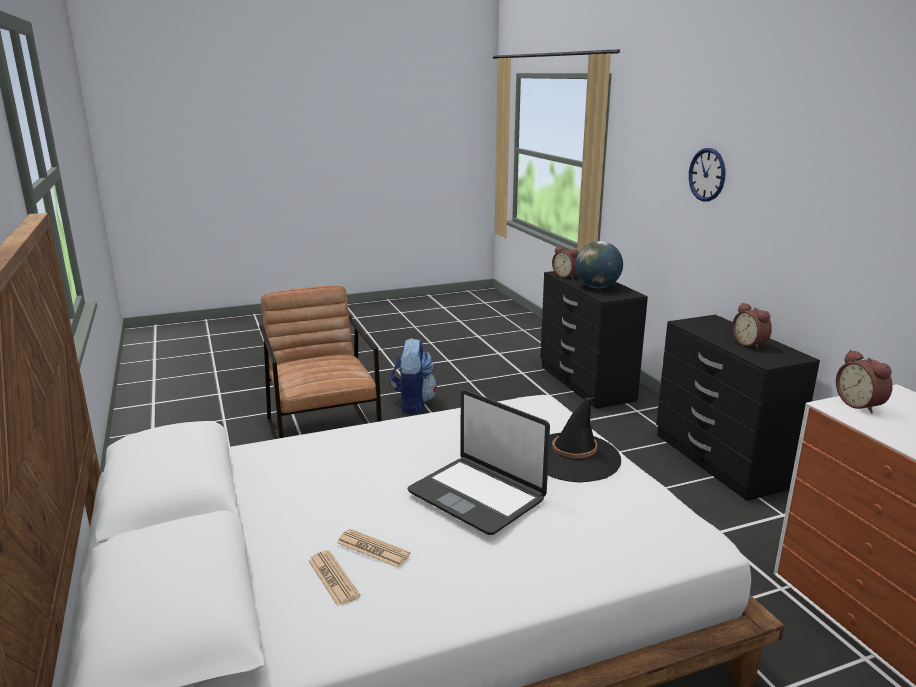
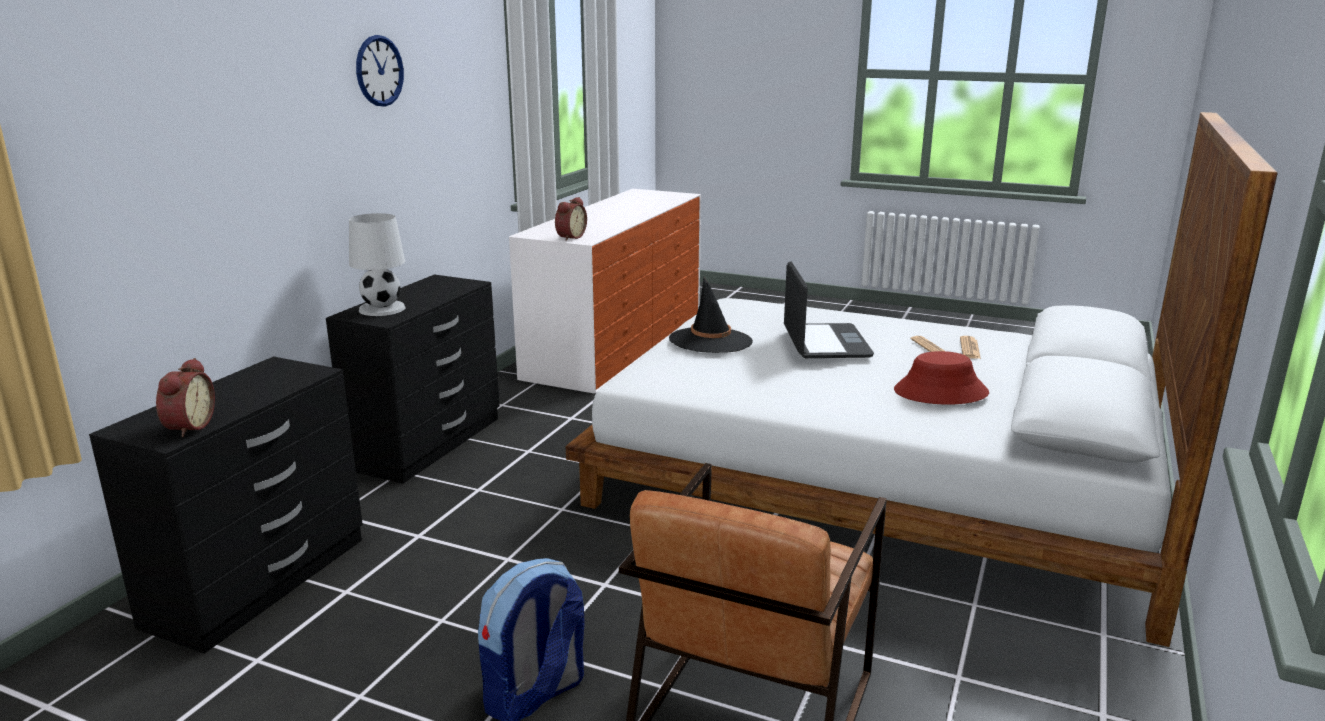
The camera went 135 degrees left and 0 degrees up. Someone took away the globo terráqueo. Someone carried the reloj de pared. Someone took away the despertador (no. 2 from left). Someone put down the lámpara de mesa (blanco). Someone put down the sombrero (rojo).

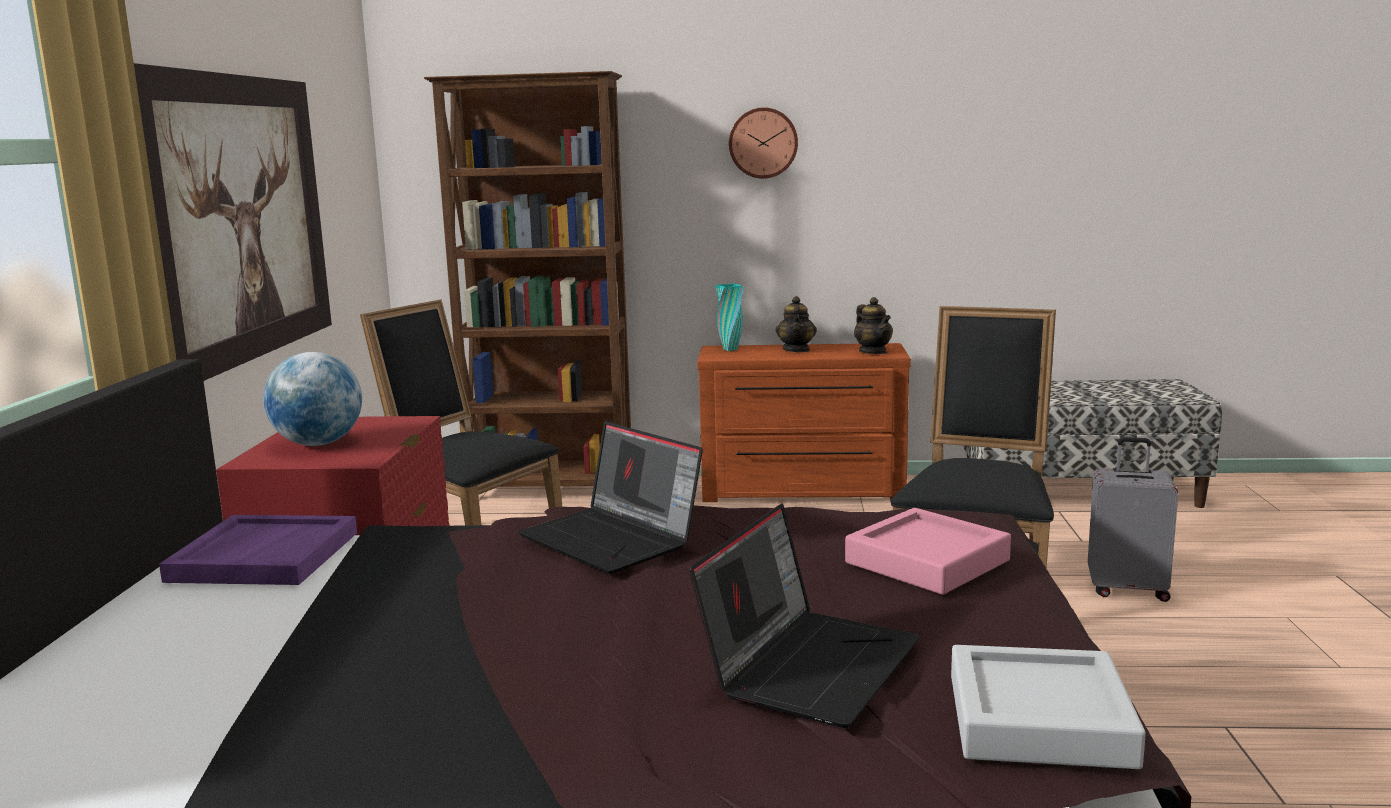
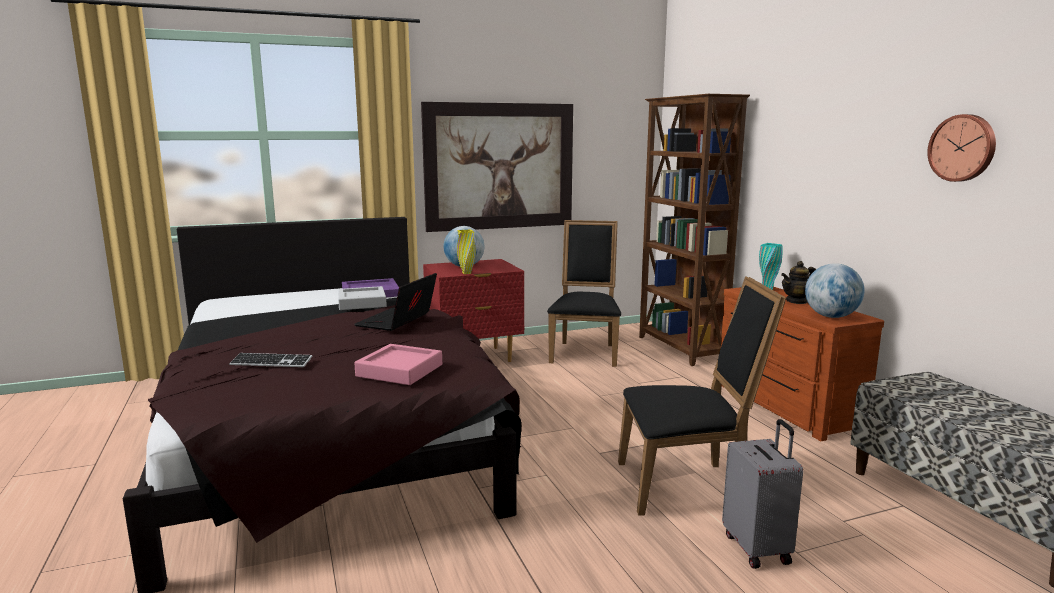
The camera went 65 degrees right and 0 degrees up. Someone swapped the portátil (no. 2 from left) for the teclado. Someone carried the reloj de pared. Someone swapped the tetera (no. 2 from left) for the globo terráqueo (no. 2 from left). Someone carried the bandeja (gris). Someone put down the florero (amarillo).

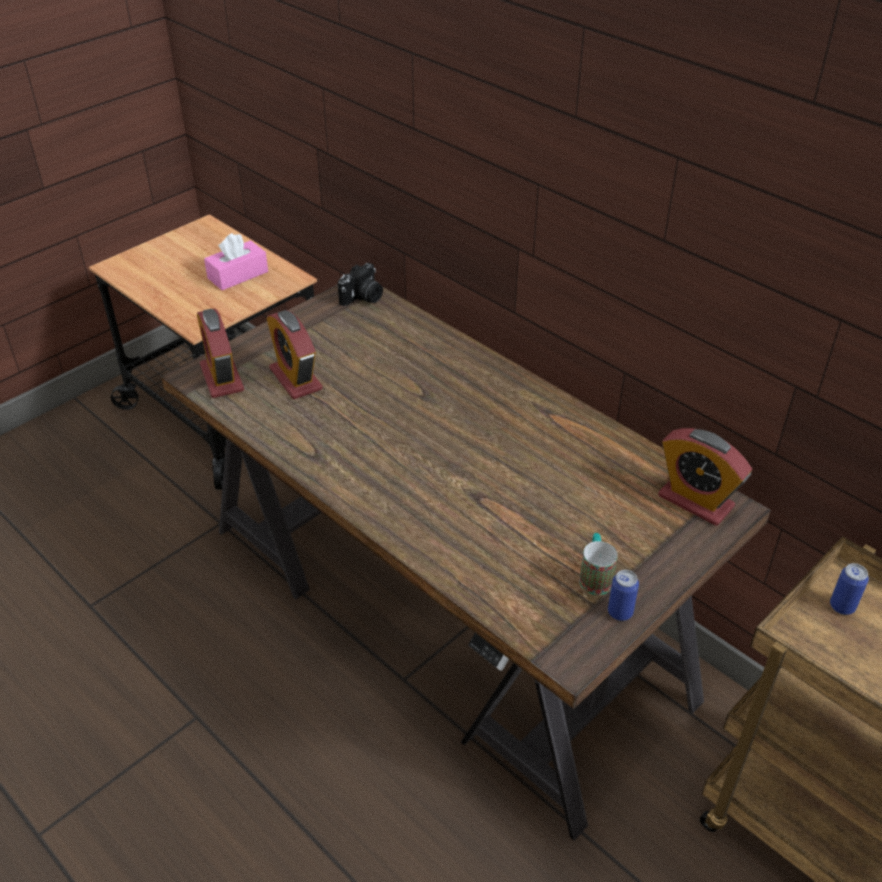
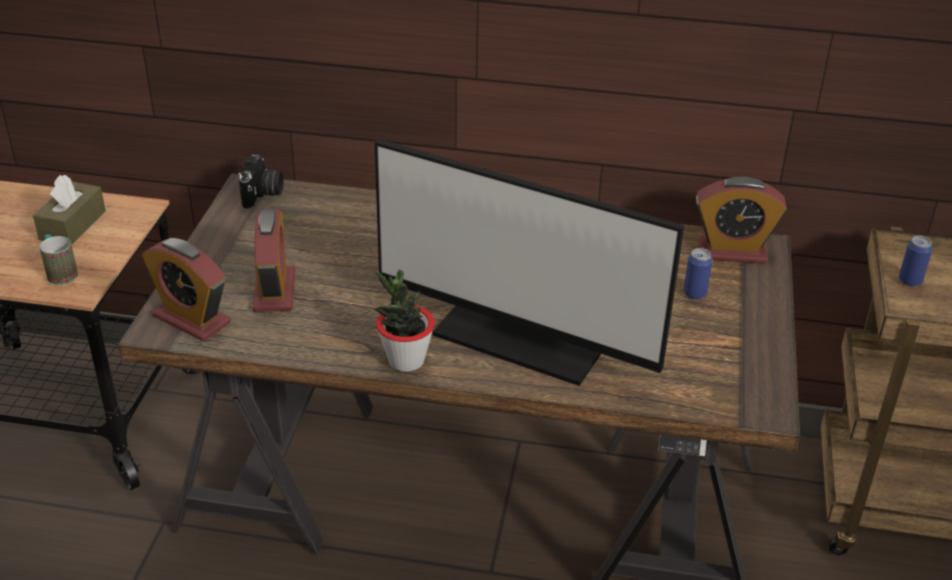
The camera went 35 degrees left and 5 degrees down. Someone repainted the caja de pañuelos (rosa), which became the caja de pañuelos (marrón). Someone rotated the despertador (no. 2 from left) by 120 degrees counterclockwise. Someone carried the taza grande. Someone carried the lata (no. 1 from left). Someone put down the planta en maceta. Someone put down the monitor.

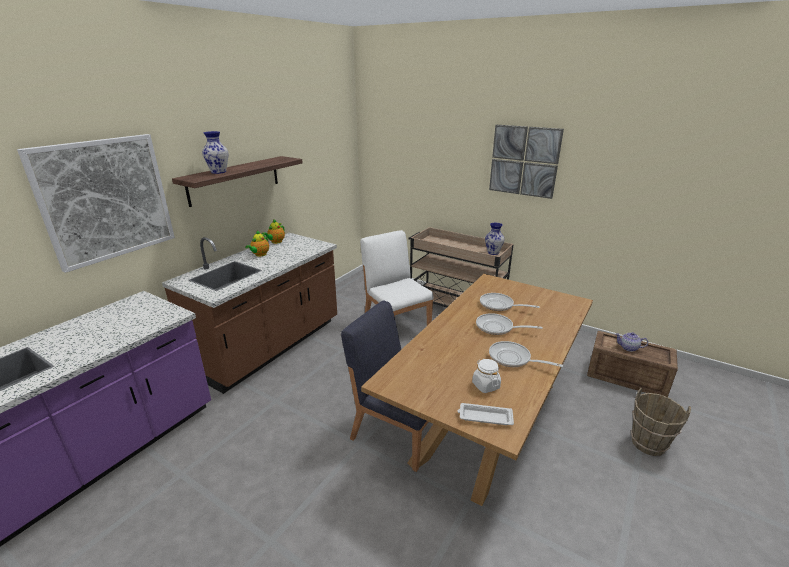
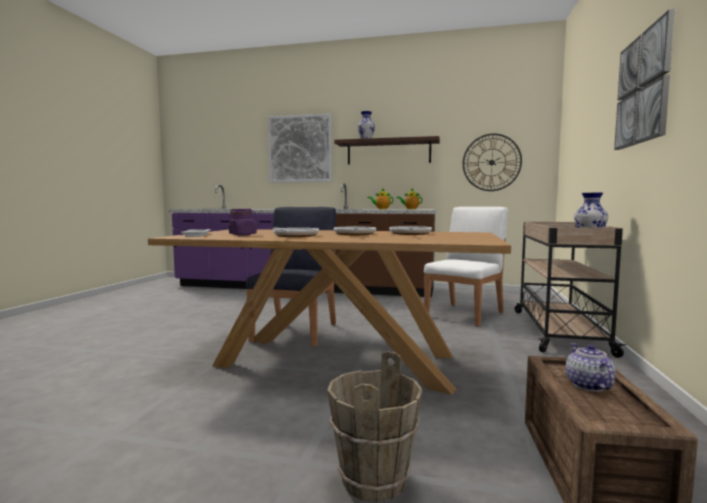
The camera went 70 degrees right and 20 degrees down. Someone repainted the tarro (blanco), which became the tarro (morado). Someone put up the reloj de pared.

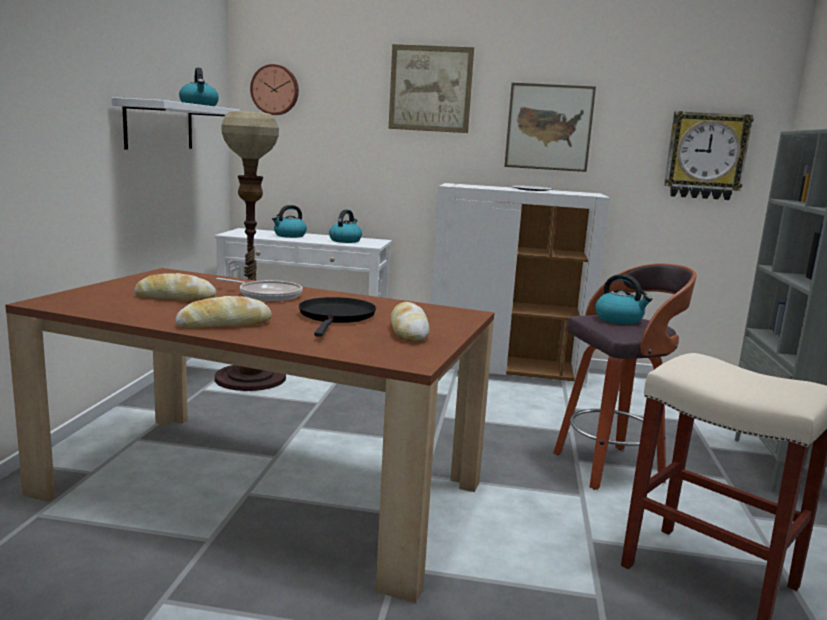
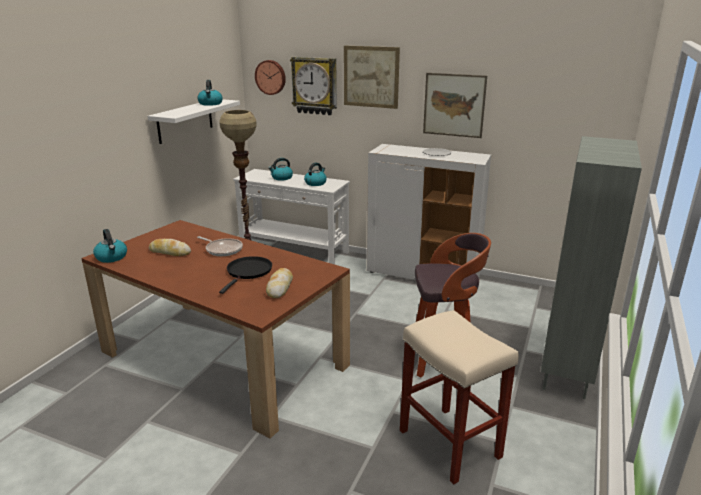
The camera went 15 degrees right and 10 degrees up. Someone took away the pan (no. 2 from left). Someone carried the hervidor (no. 4 from left in the first image). Someone carried the reloj de pared (no. 2 from left).

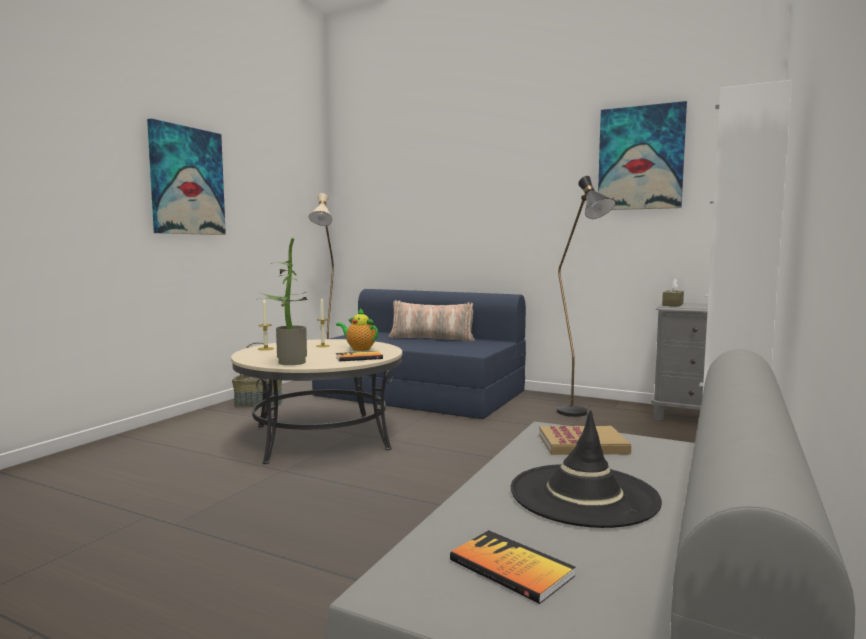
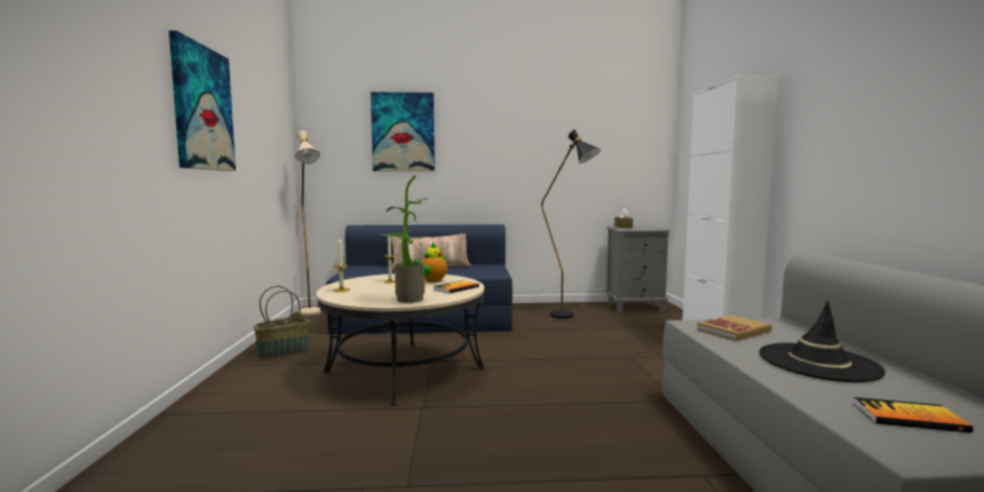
The camera went 30 degrees left and 0 degrees up. Someone rotated the tetera by 60 degrees counterclockwise. Someone carried the cuadro (no. 2 from left).

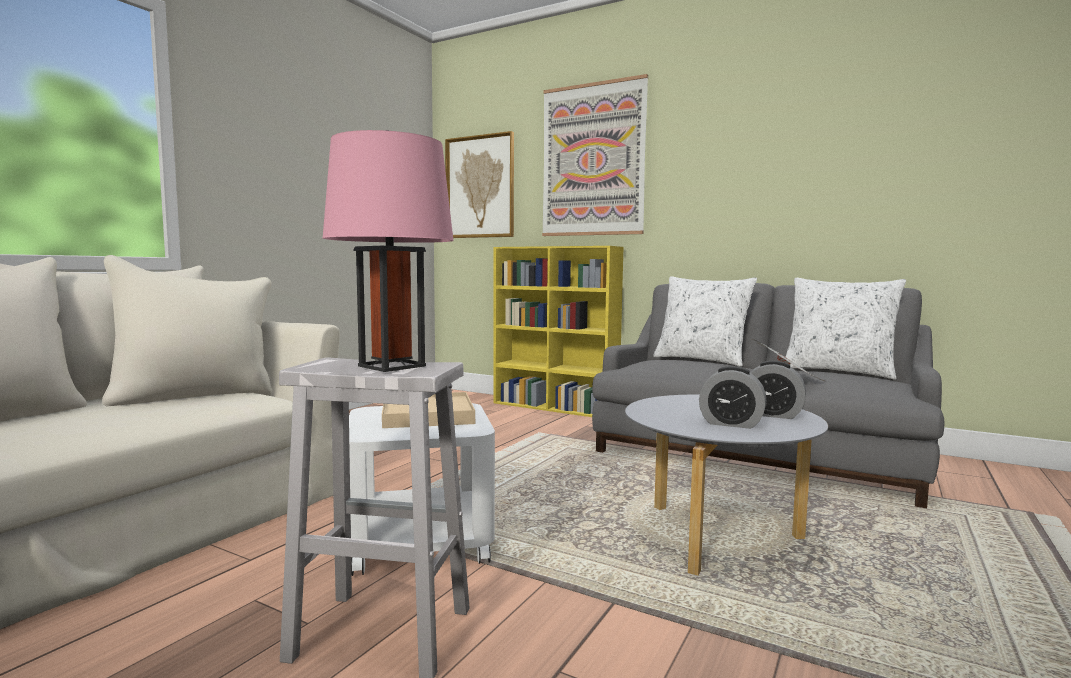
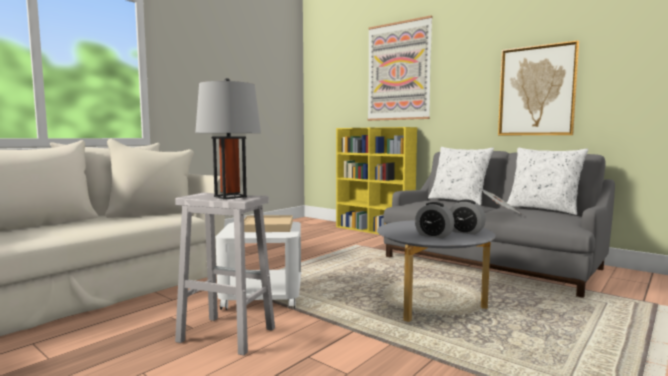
The camera went 10 degrees right and 0 degrees up. Someone repainted the lámpara de mesa (rosa), which became the lámpara de mesa (gris). Someone carried the cuadro (no. 1 from left in the first image).

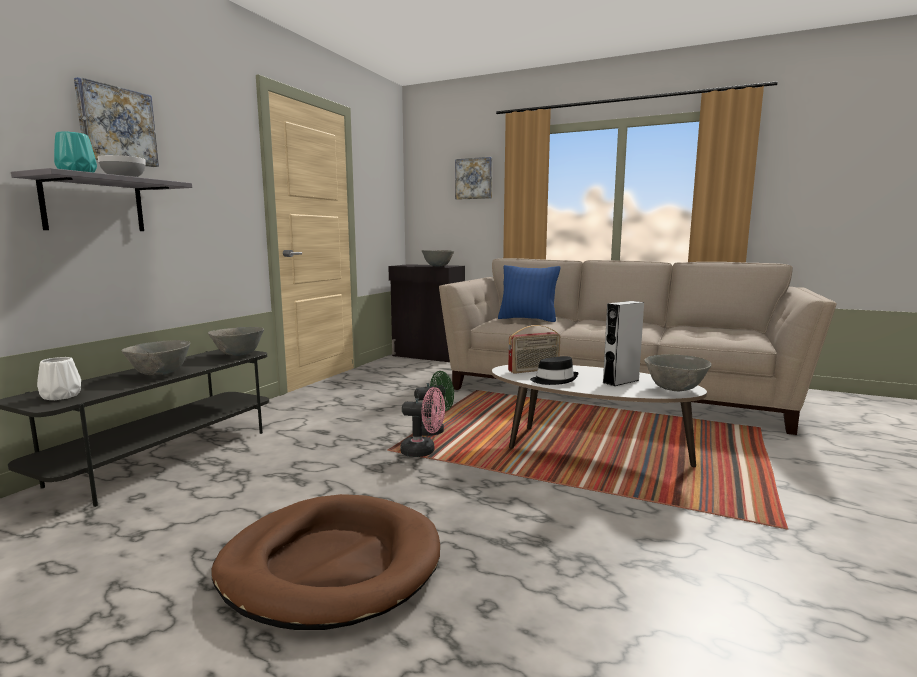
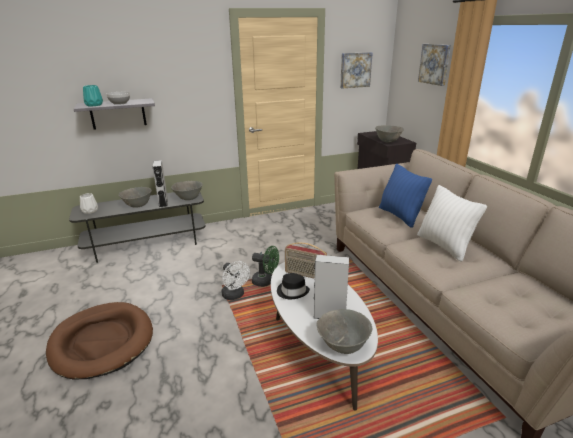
The camera went 45 degrees right and 15 degrees up. Someone carried the cuadro (no. 1 from left). Someone repainted the ventilador (rosa), which became the ventilador (blanco). Someone put down the altavoz (gris) (no. 1 from left). Someone put down the cojín (blanco).

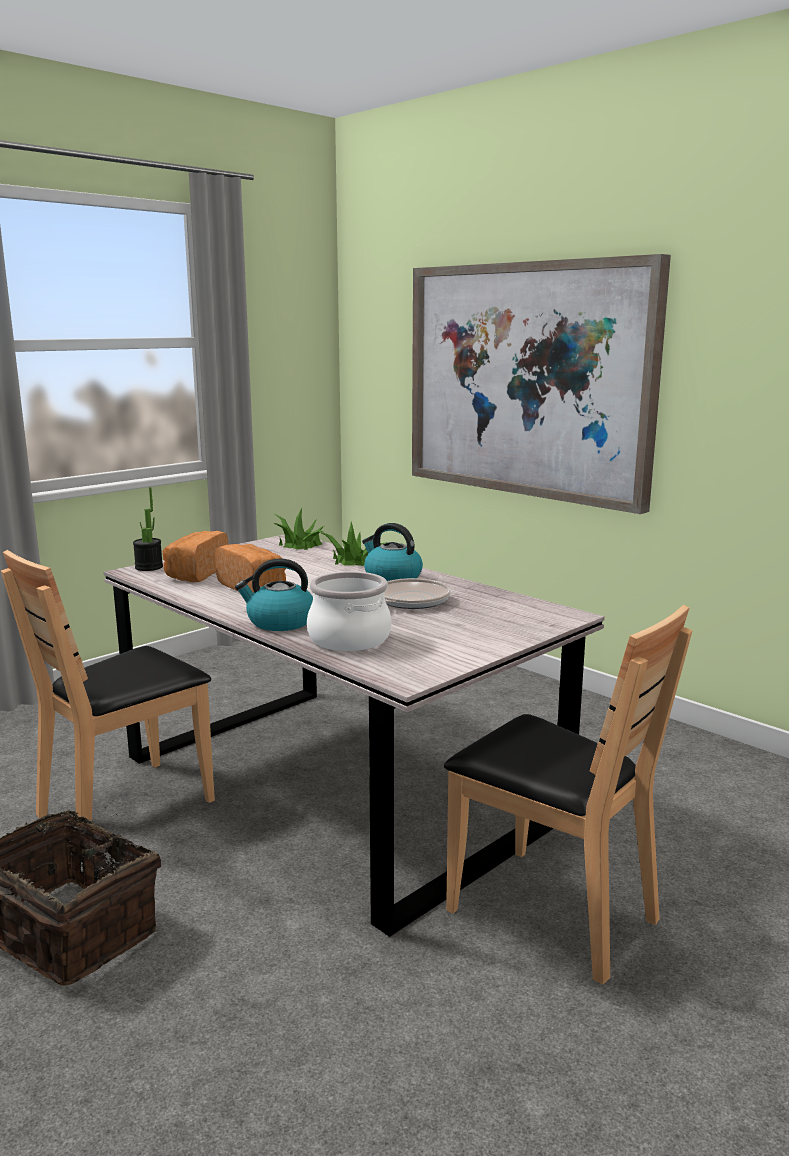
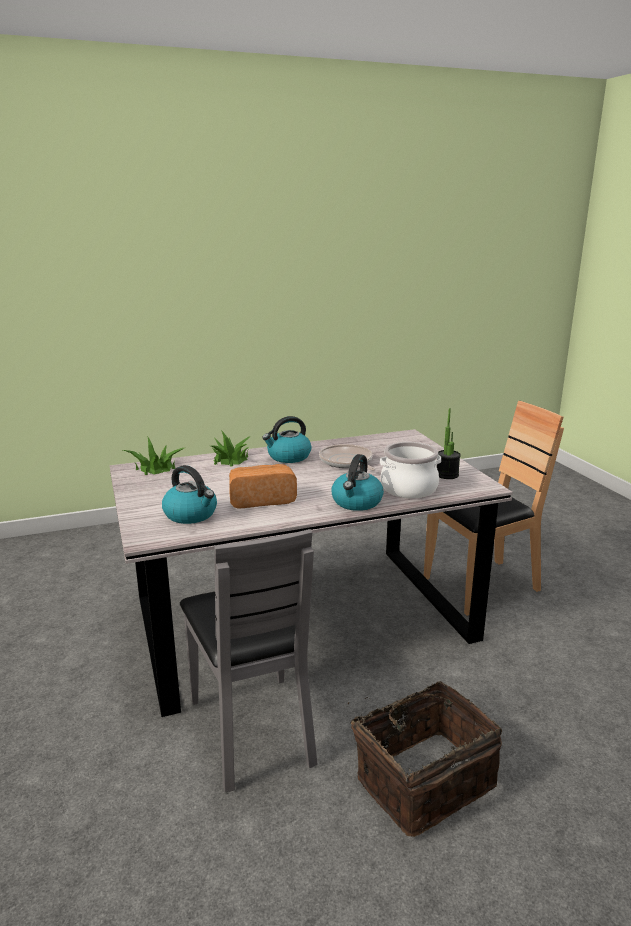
The camera went 65 degrees left and 5 degrees up. Someone repainted the silla (marrón) (no. 1 from left), which became the silla (gris). Someone carried the planta en maceta (no. 1 from left in the first image). Someone swapped the pan (no. 1 from left) for the hervidor (no. 1 from left). Someone took away the cuadro.

